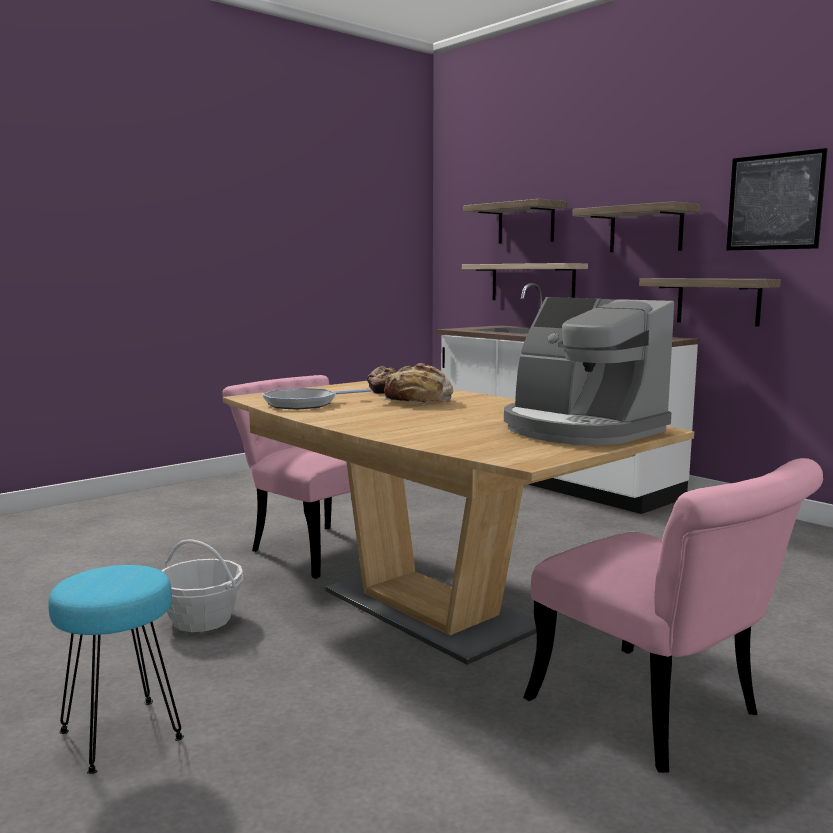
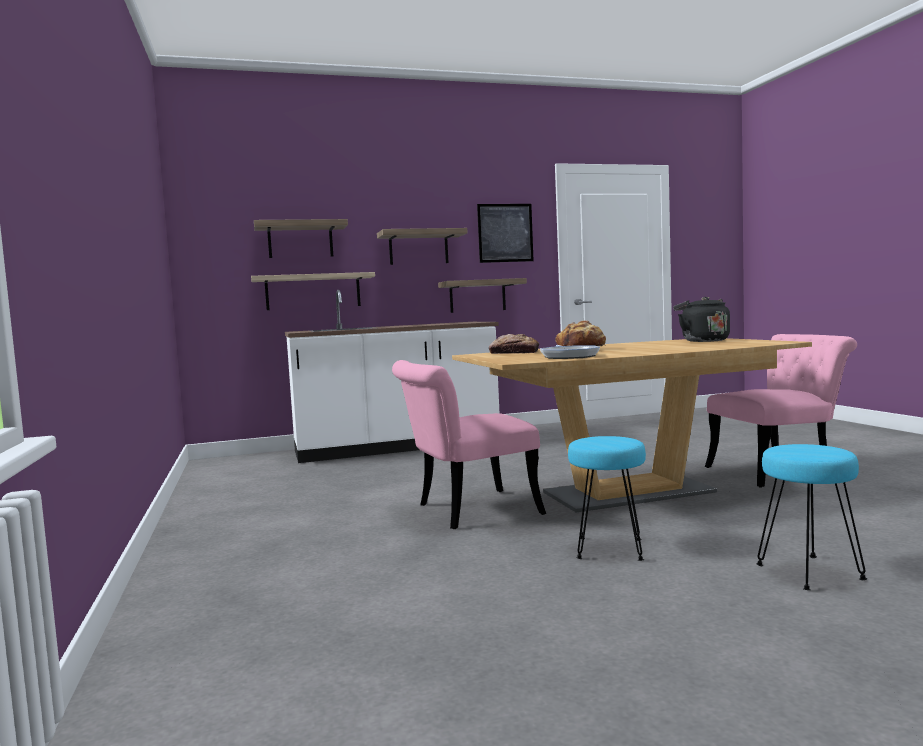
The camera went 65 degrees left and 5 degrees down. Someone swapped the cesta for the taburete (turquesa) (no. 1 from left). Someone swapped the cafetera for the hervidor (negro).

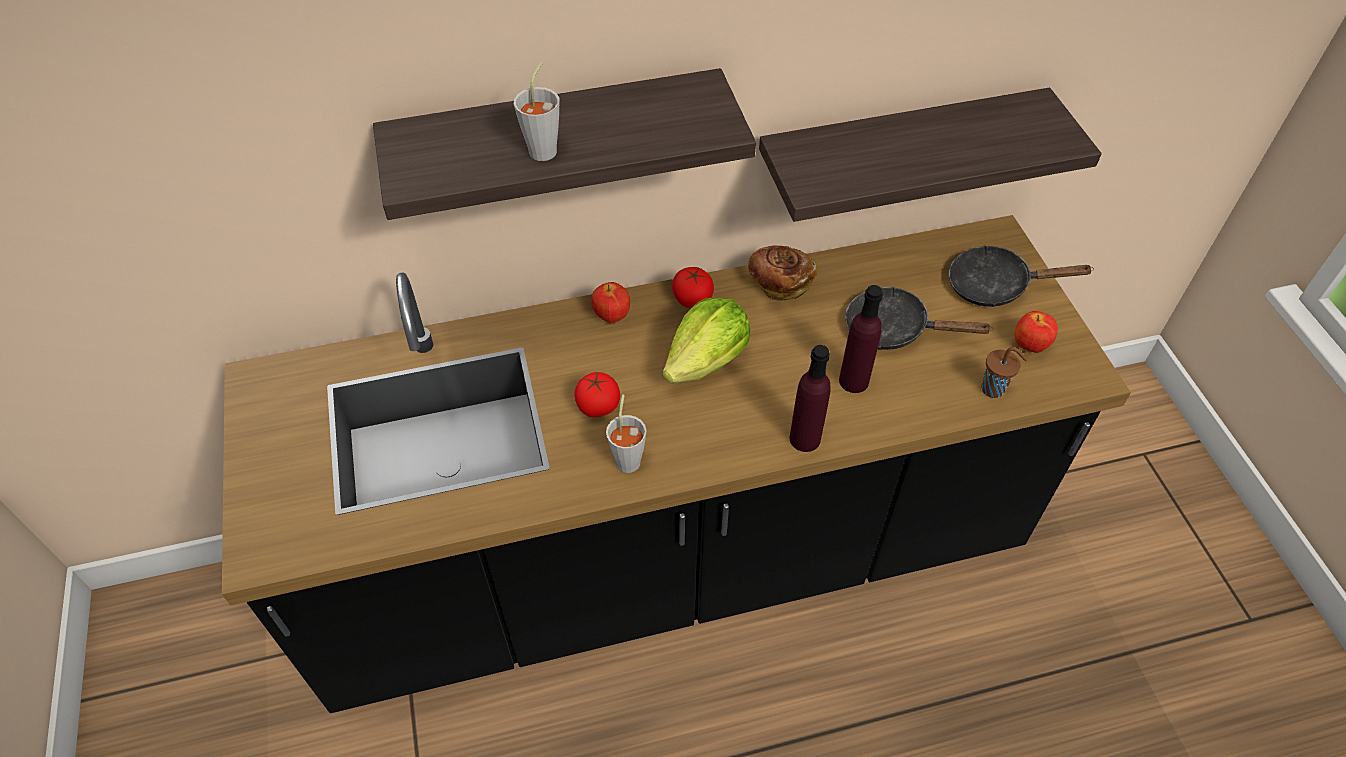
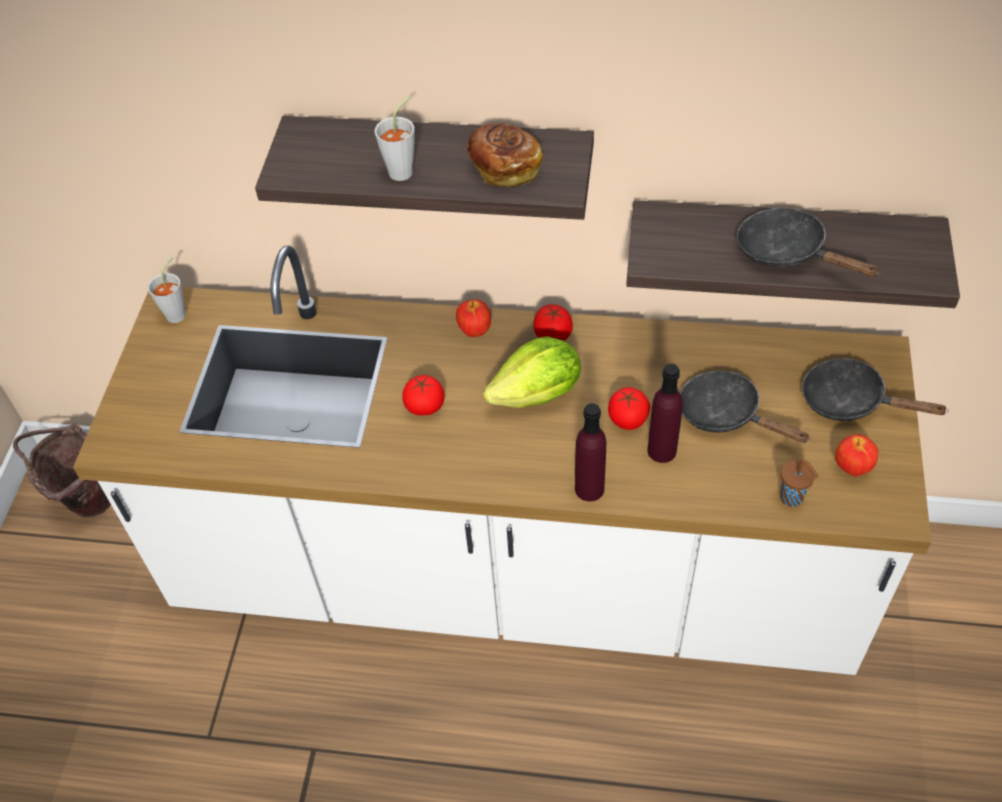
The camera went 25 degrees right and 0 degrees up. Someone repainted the mueble bajo de cocina (negro), which became the mueble bajo de cocina (blanco). Someone carried the taza (gris) (no. 2 from left in the first image). Someone carried the pan. Someone put down the cubo (marrón). Someone put down the tomate (no. 3 from left). Someone put down the sartén (negro) (no. 2 from left).

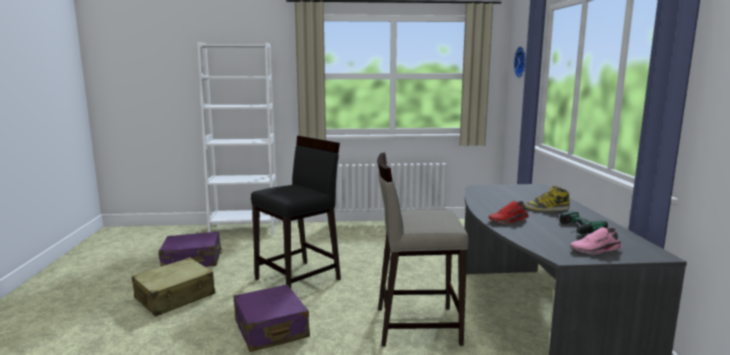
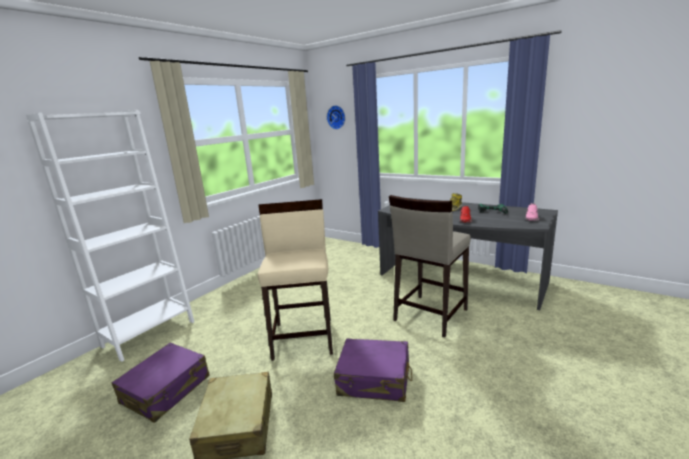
The camera went 50 degrees left and 5 degrees up. Someone repainted the taburete (negro), which became the taburete (beis) (no. 1 from left).

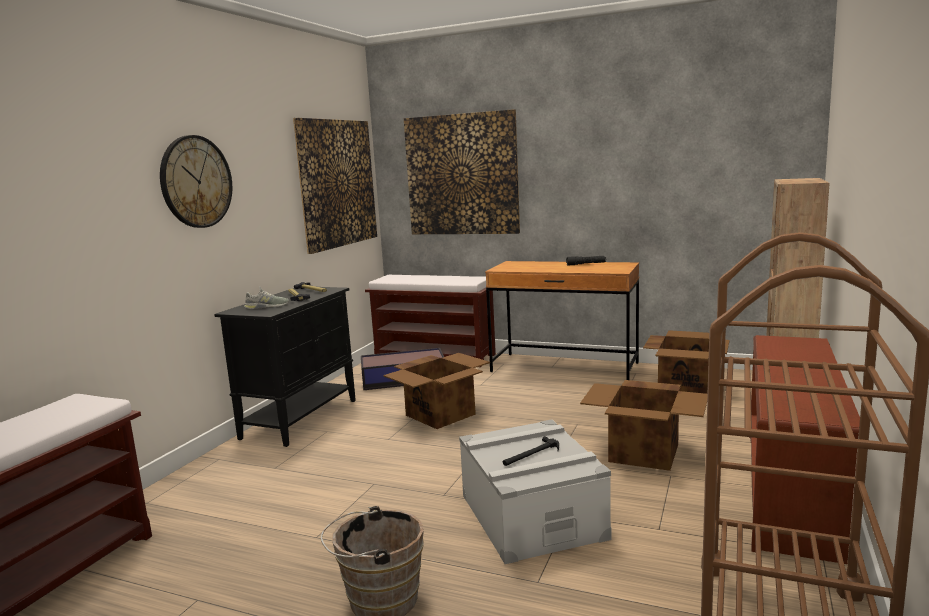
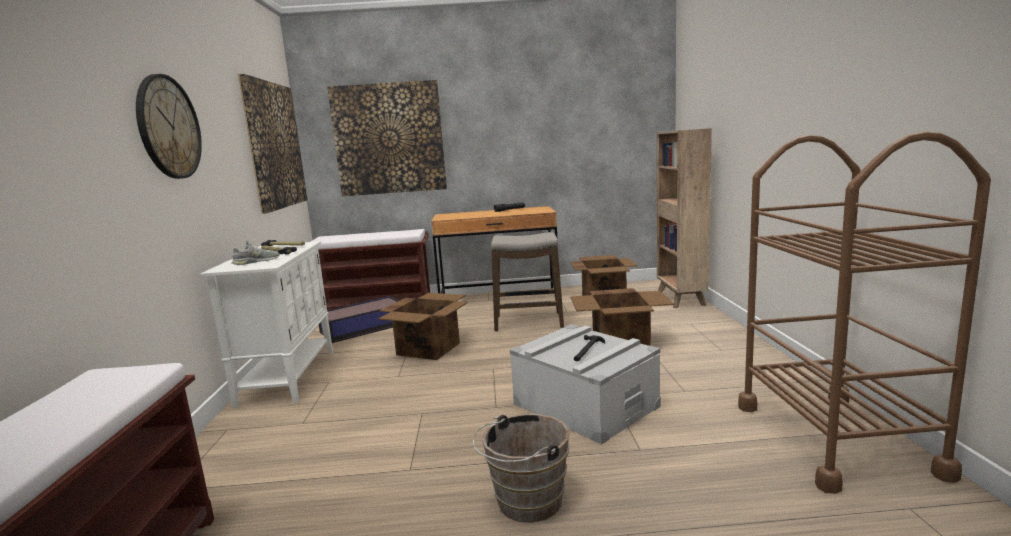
The camera went 25 degrees left and 0 degrees up. Someone repainted the armario (negro), which became the armario (blanco). Someone took away the zapatero (marrón). Someone put down the taburete.

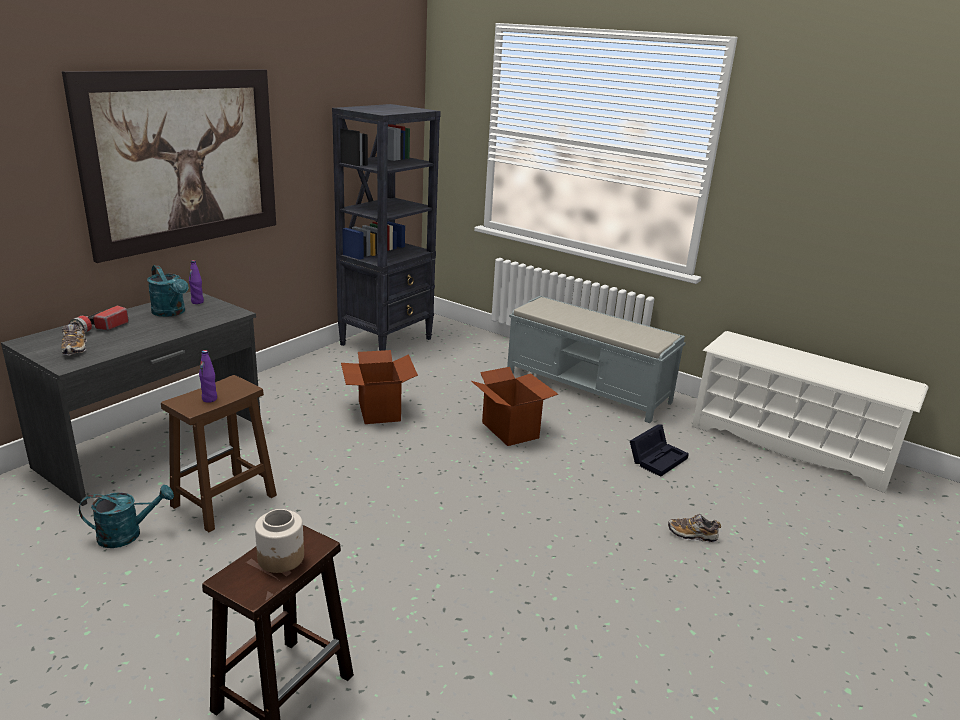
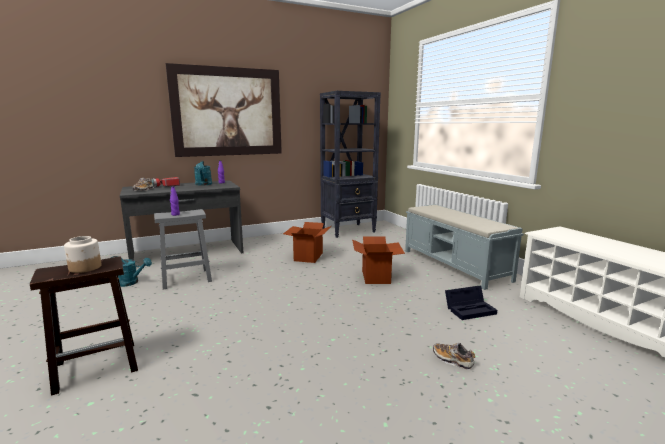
The camera went 30 degrees right and 10 degrees down. Someone repainted the taburete (marrón) (no. 1 from left), which became the taburete (gris).

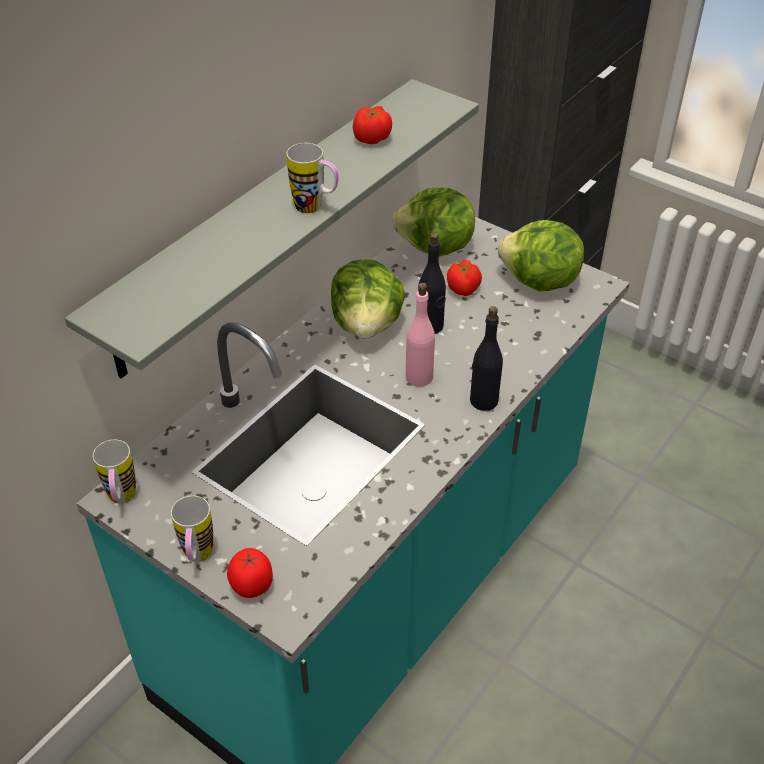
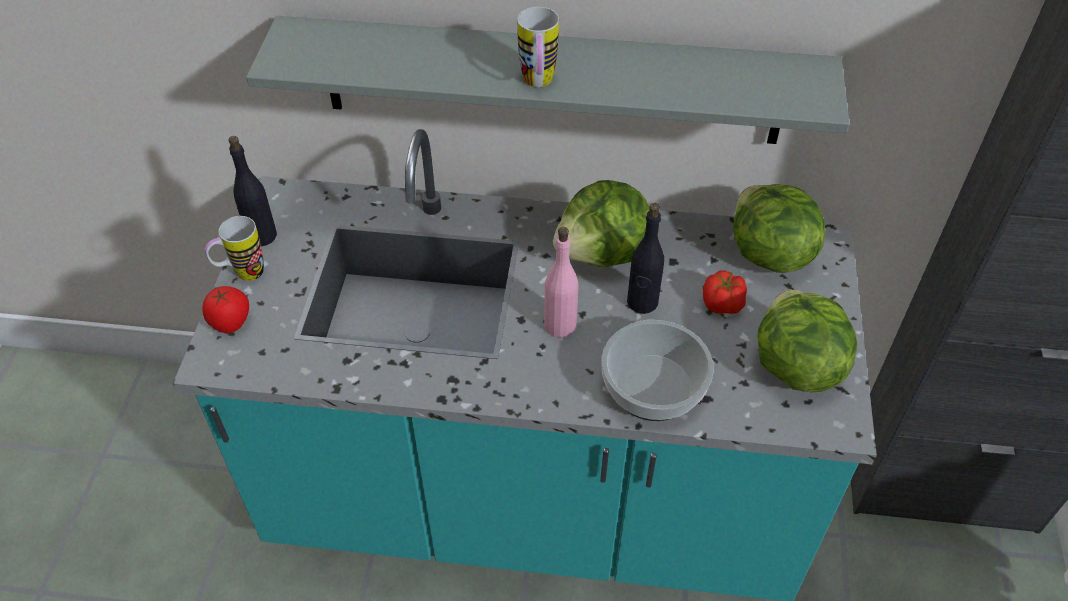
The camera went 60 degrees right and 5 degrees up. Someone took away the taza grande (no. 1 from left). Someone took away the tomate (no. 2 from left). Someone carried the botella (negro) (no. 2 from left in the first image). Someone put down the cuenco.

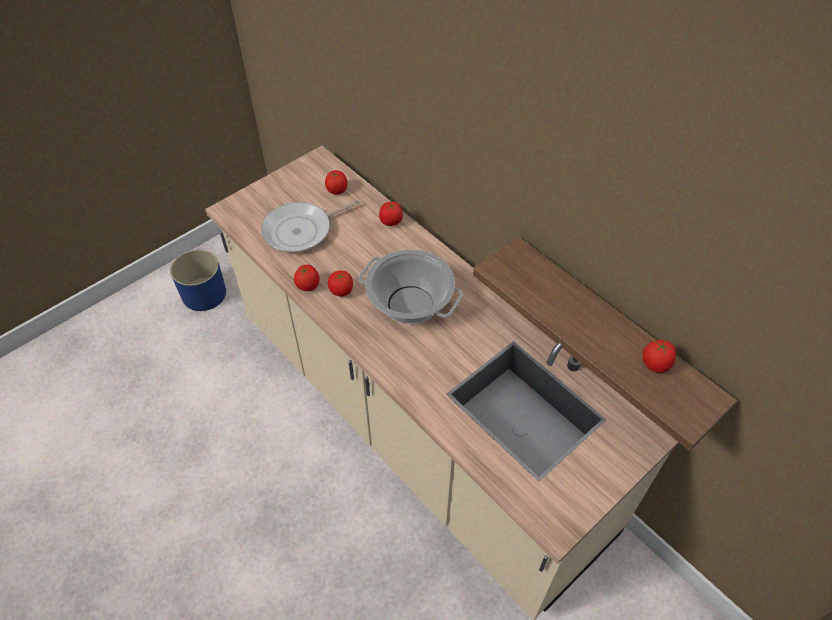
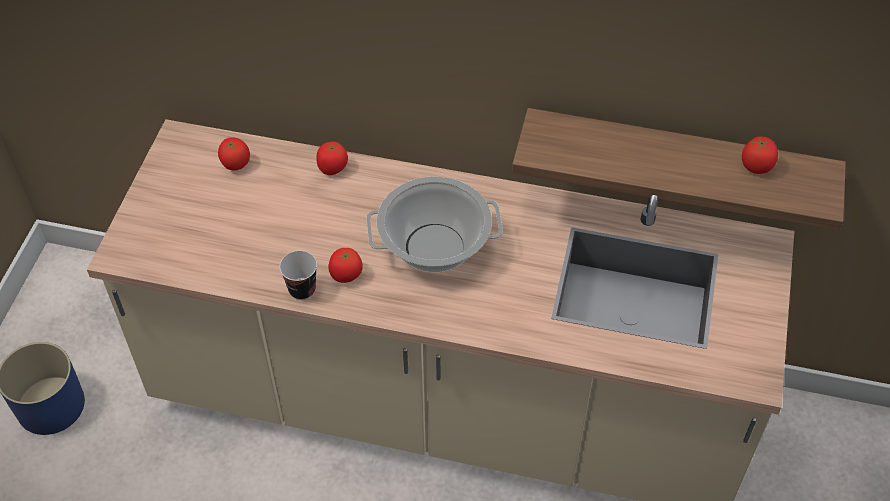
The camera went 35 degrees left and 0 degrees up. Someone took away the sartén. Someone swapped the tomate (no. 1 from left) for the taza.

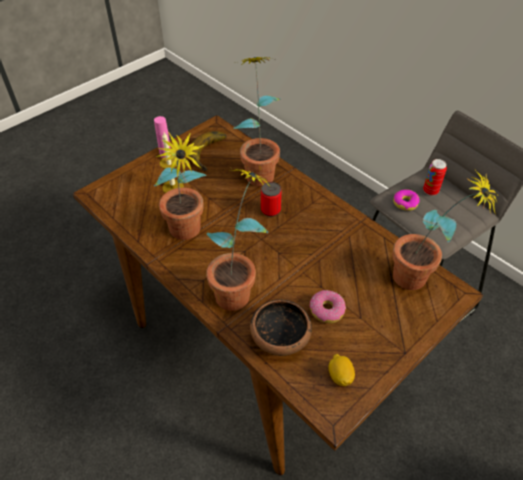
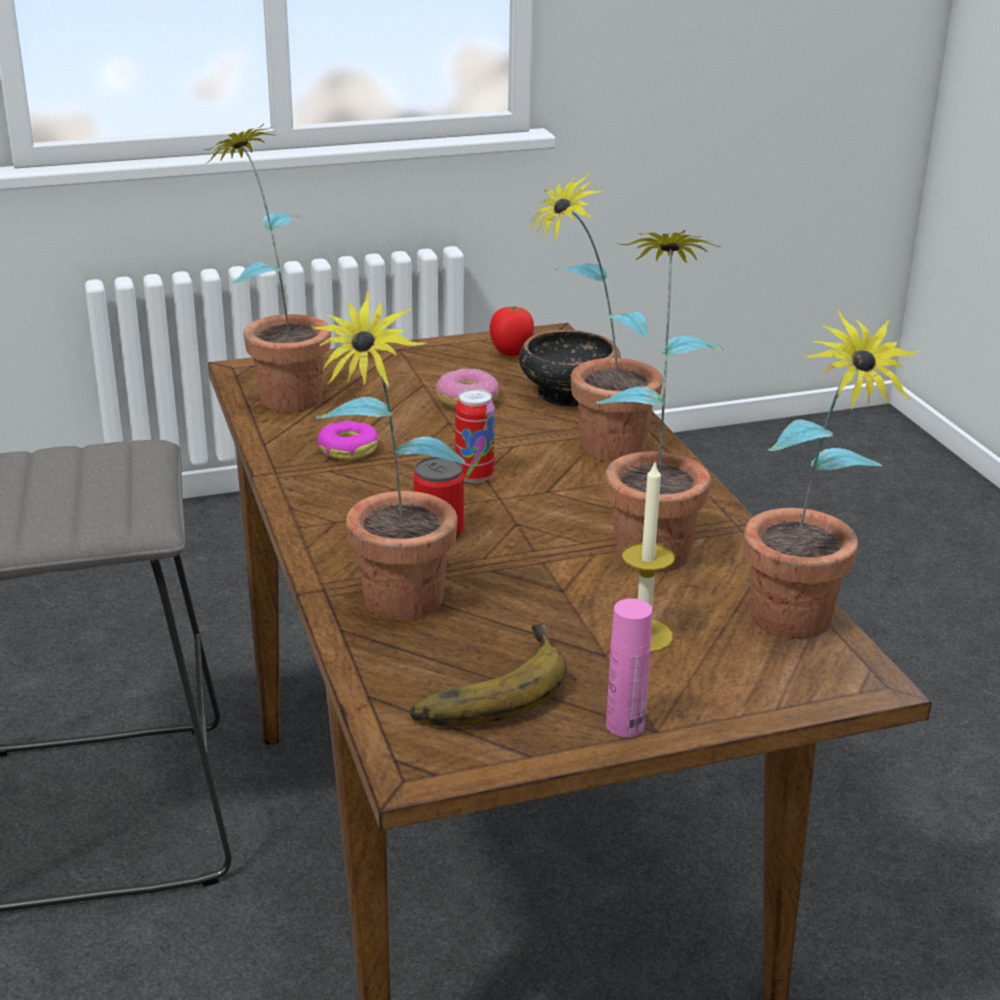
The camera went 155 degrees left and 20 degrees down. Someone swapped the limón for the tomate. Someone carried the rosquilla (no. 2 from left in the first image). Someone carried the lata (no. 2 from left). Someone put down the planta en maceta (no. 5 from left).

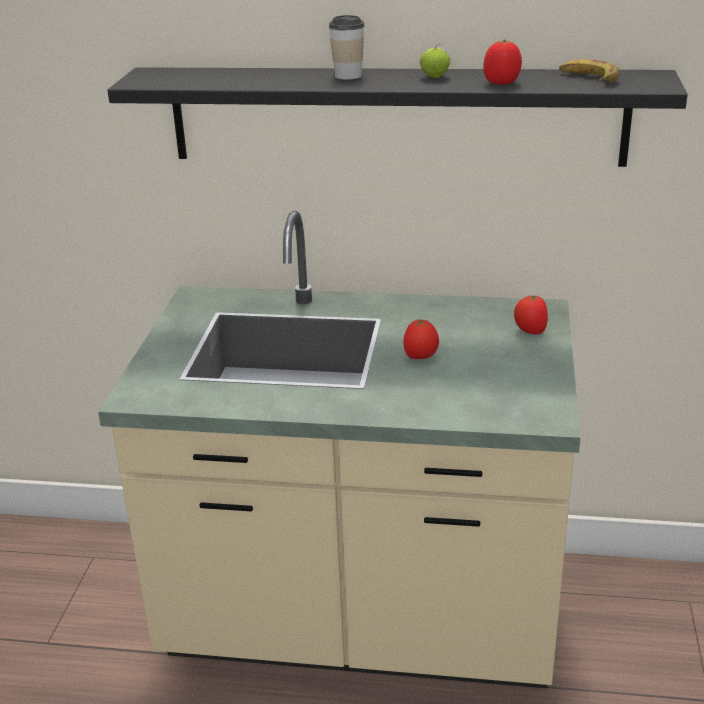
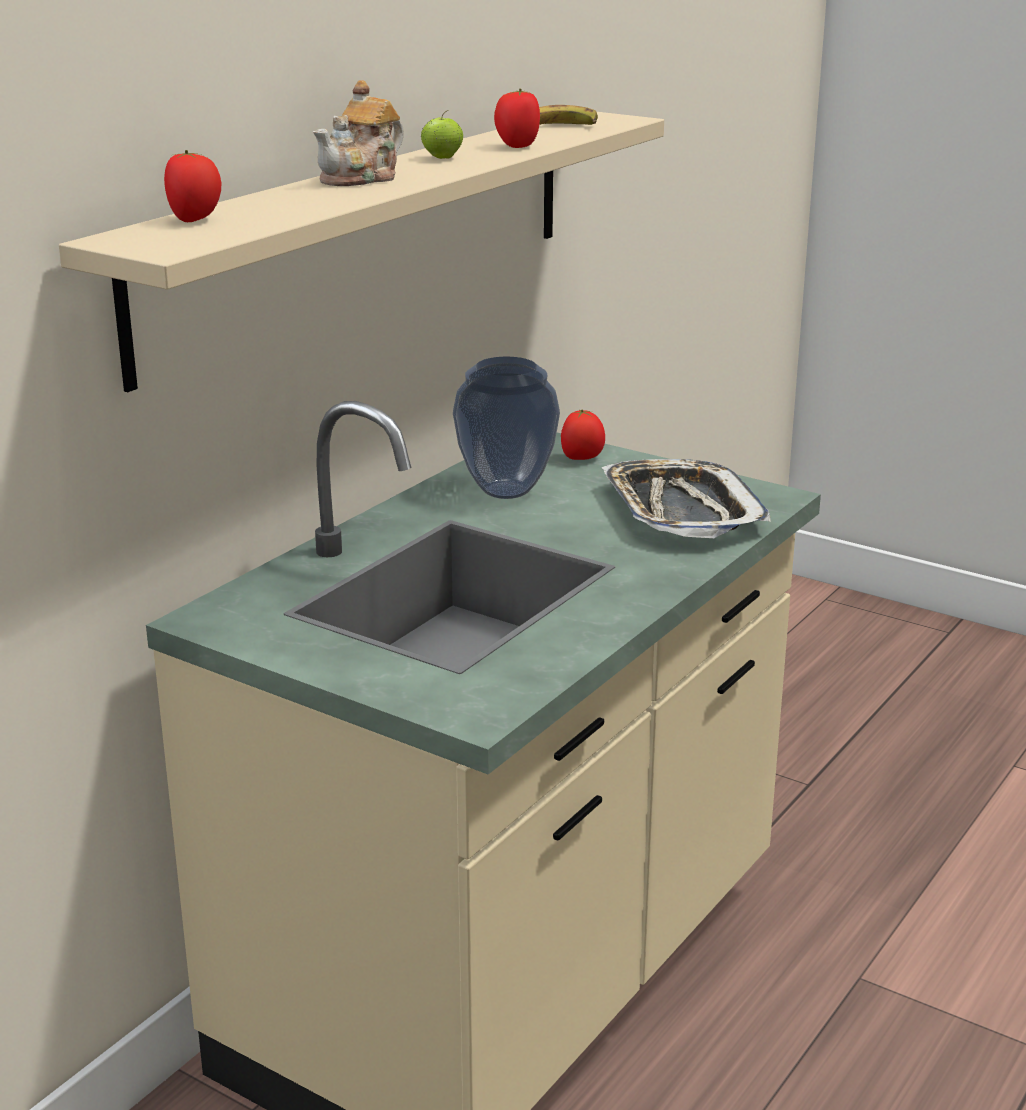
The camera went 65 degrees left and 5 degrees down. Someone repainted the estante (negro), which became the estante (beis). Someone swapped the taza for the tetera. Someone carried the tomate (no. 1 from left). Someone put down the florero. Someone put down the bandeja.

